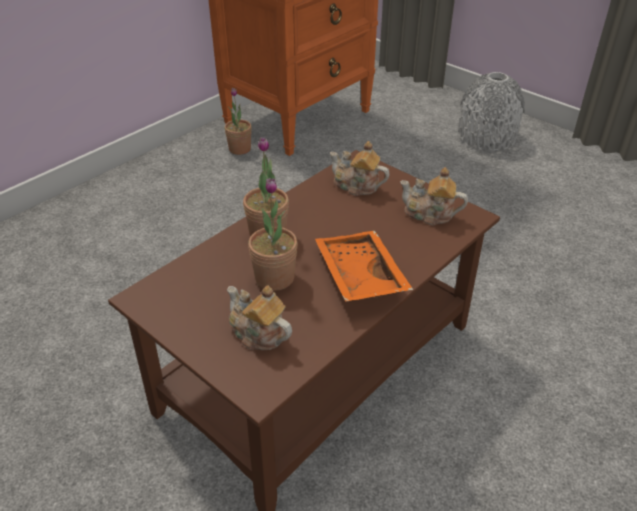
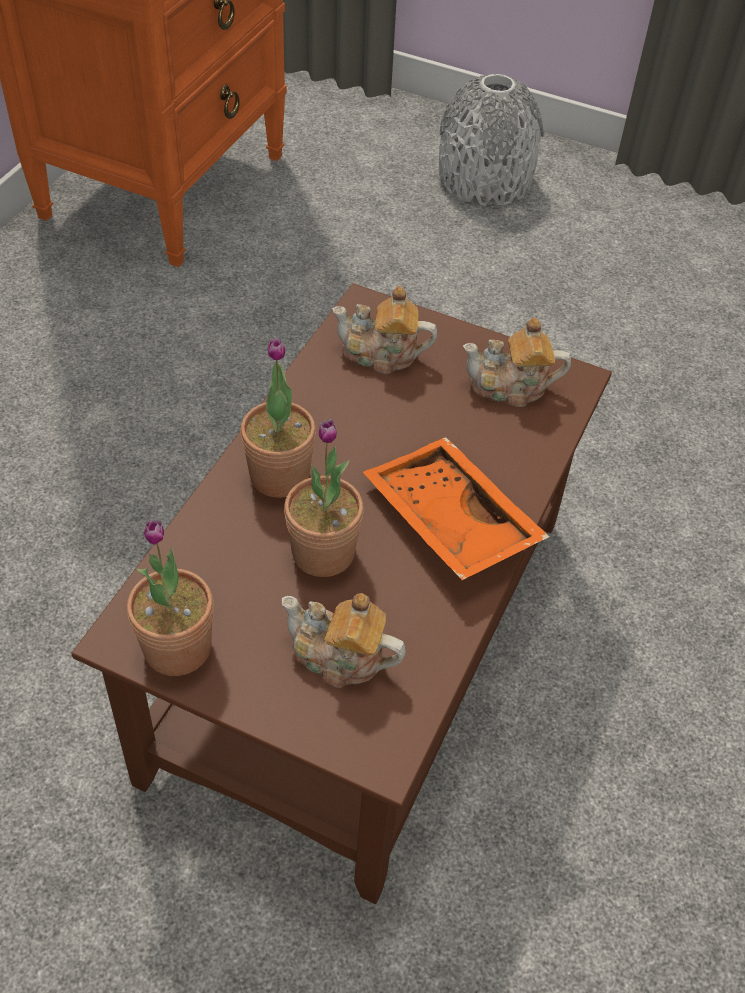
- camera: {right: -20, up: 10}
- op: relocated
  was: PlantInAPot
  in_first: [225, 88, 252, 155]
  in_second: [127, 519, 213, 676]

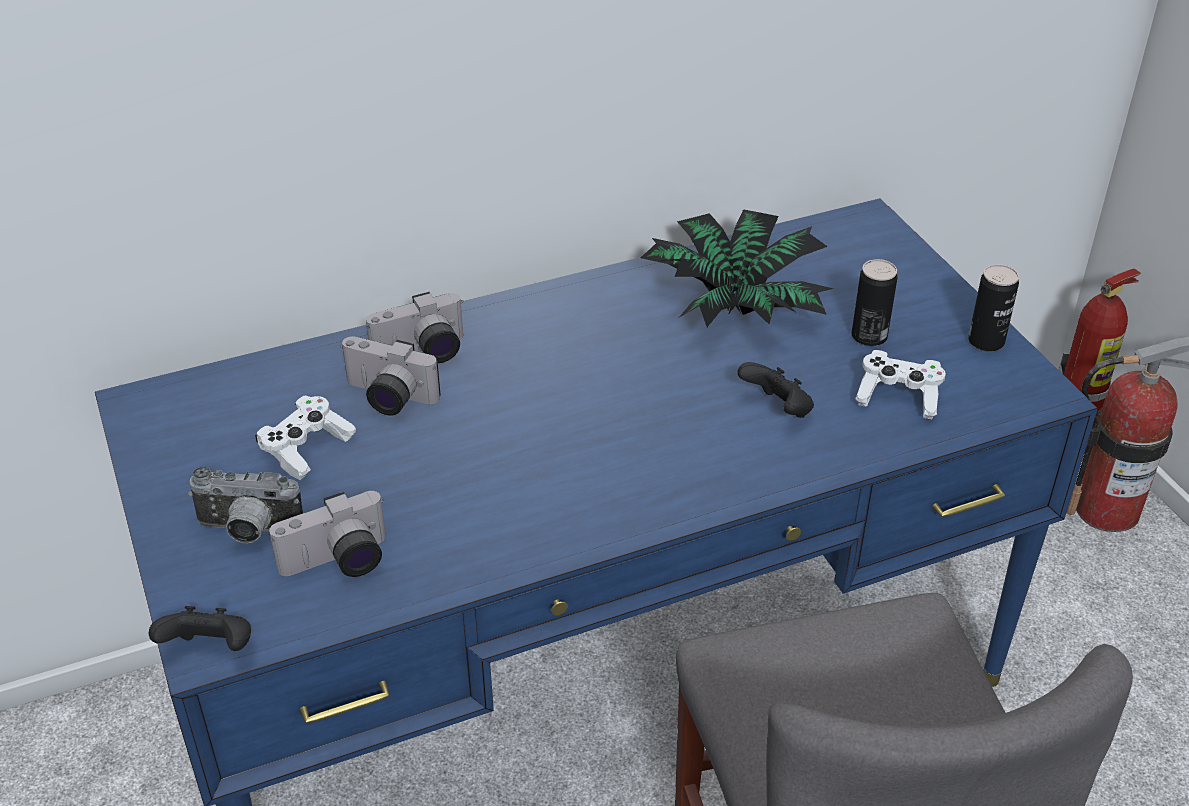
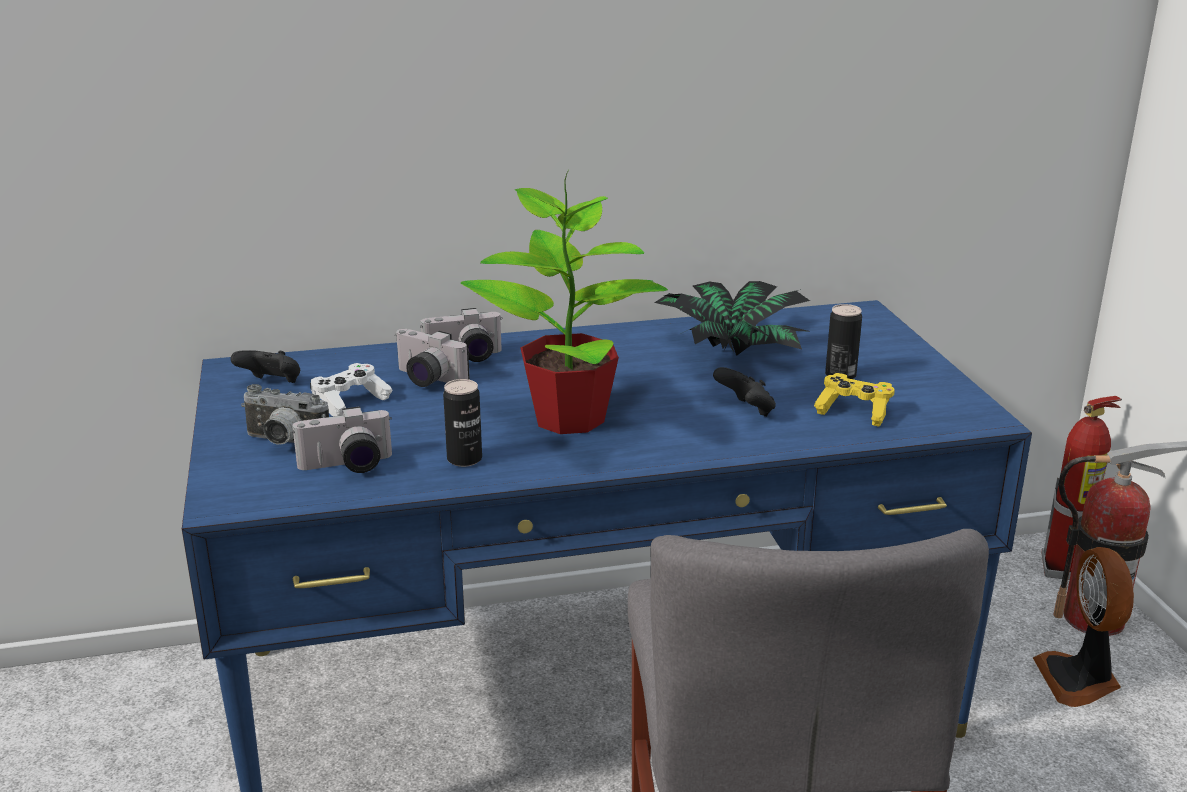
- camera: {right: 10, up: -15}
- op: relocated
  was: BlackJoypad
  in_first: [149, 606, 251, 651]
  in_second: [230, 350, 300, 383]
- op: colour
  was: WhitishJoypad
  now: YellowColouredJoypad
  in_first: [855, 350, 946, 419]
  in_second: [814, 373, 895, 427]
- op: relocated
  was: MetalCan
  in_first: [968, 264, 1019, 352]
  in_second: [443, 379, 482, 467]
- op: appeared
  now: PlantInAPot
  in_second: [461, 170, 668, 434]
- op: appeared
  now: Fan
  in_second: [1033, 547, 1134, 707]

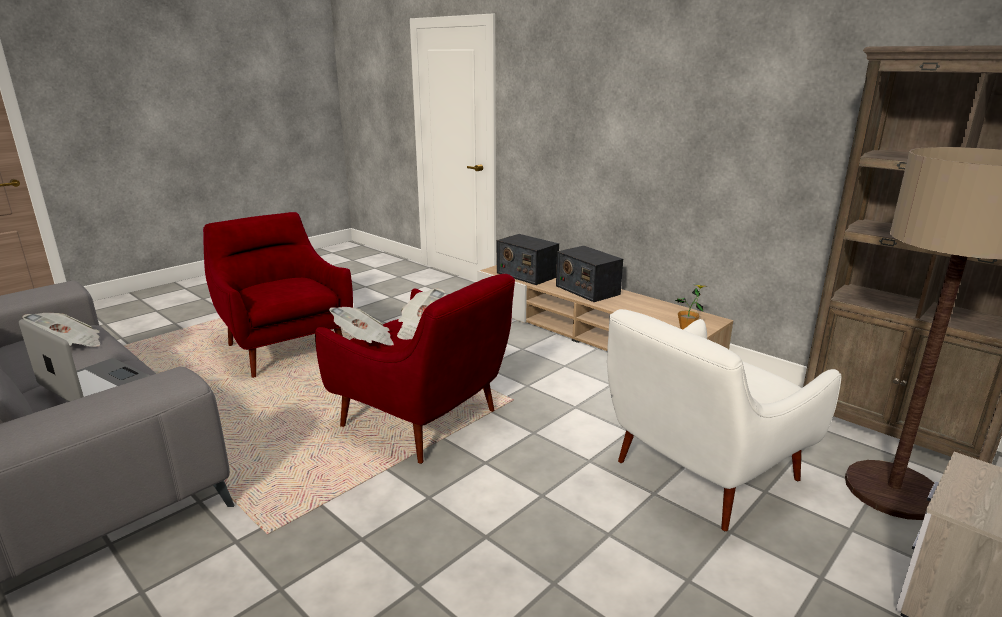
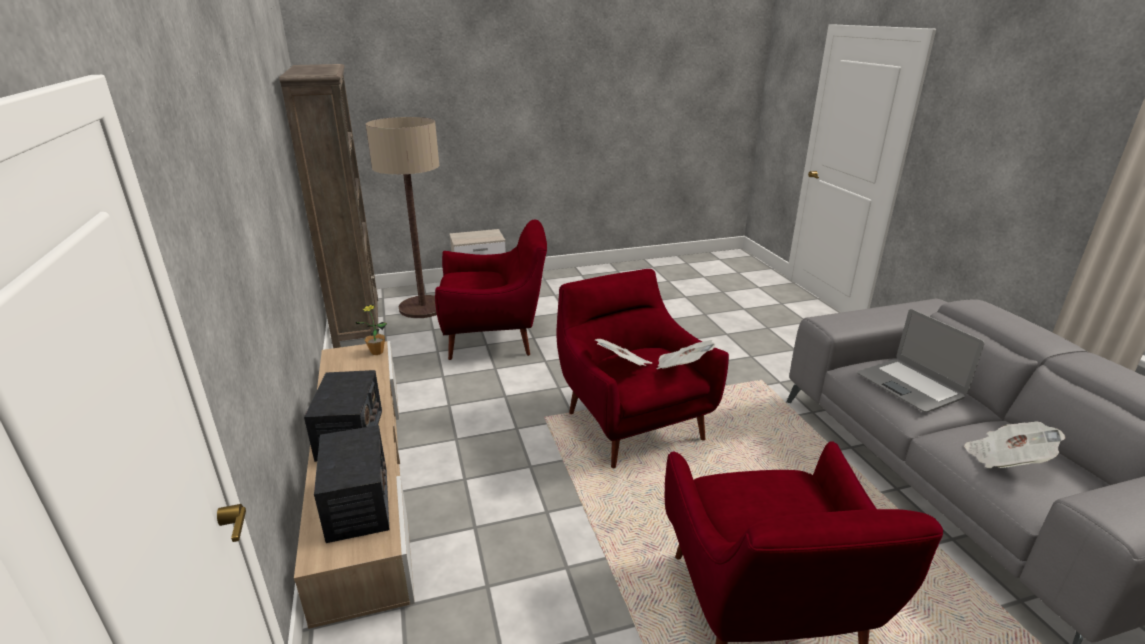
- camera: {right: -150, up: 5}
- op: colour
  was: WhitishLoungeChair
  now: ReddishLoungeChair
  in_first: [607, 309, 841, 531]
  in_second: [435, 220, 547, 360]

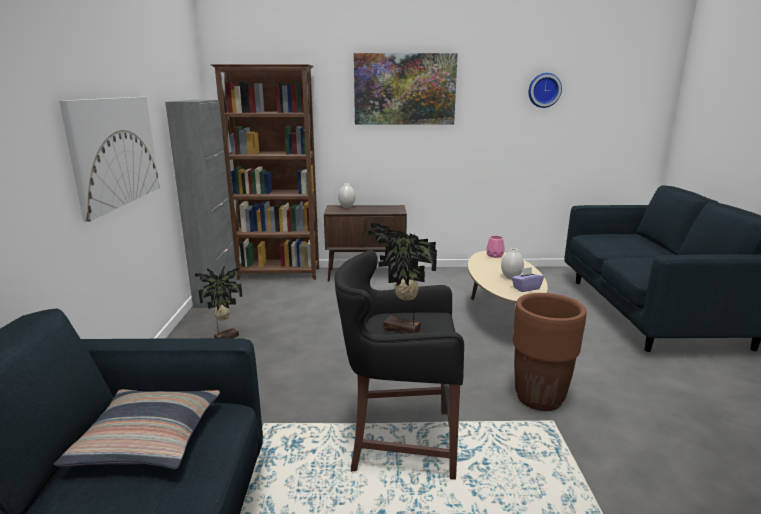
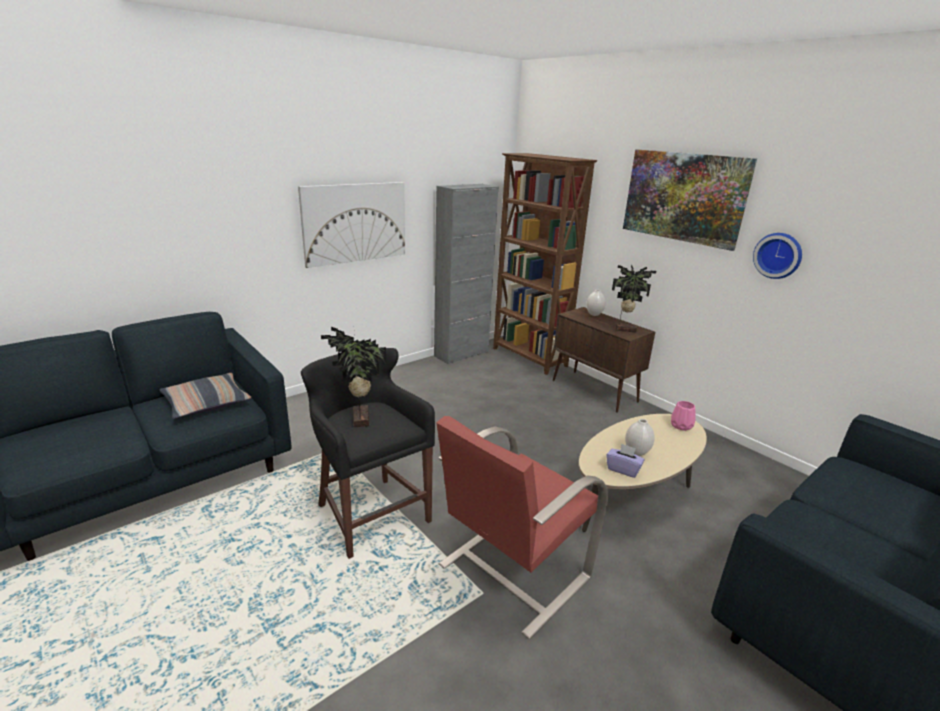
- camera: {right: 50, up: 5}
- op: relocated
  was: PlantInAPot
  in_first: [195, 266, 243, 338]
  in_second: [612, 265, 656, 332]
- op: exchanged
  was: BrownPlanter
  now: ReddishLoungeChair
  in_first: [513, 293, 586, 411]
  in_second: [436, 416, 608, 639]
- op: relocated
  was: HangingClock
  in_first: [528, 73, 562, 108]
  in_second: [753, 233, 802, 279]

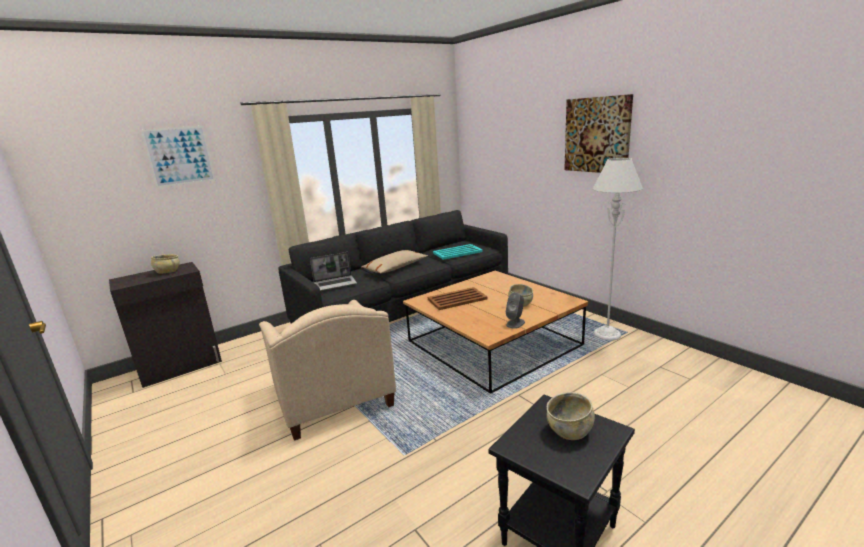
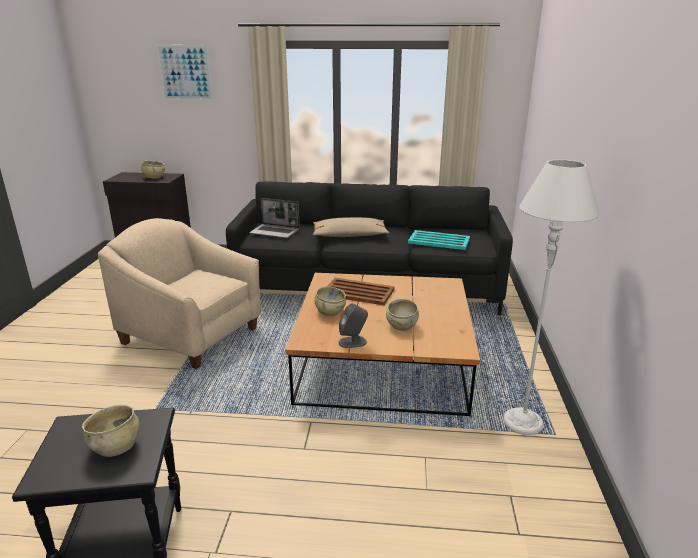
- camera: {right: 40, up: 5}
- op: spun
  was: BeigeLoungeChair
  in_first: [259, 300, 396, 441]
  in_second: [98, 218, 261, 369]
  clockwise: 105
- op: missing
  was: WallPicture
  in_first: [564, 94, 633, 173]
- op: appeared
  now: BeigeDeepDish
  in_second: [314, 286, 346, 316]

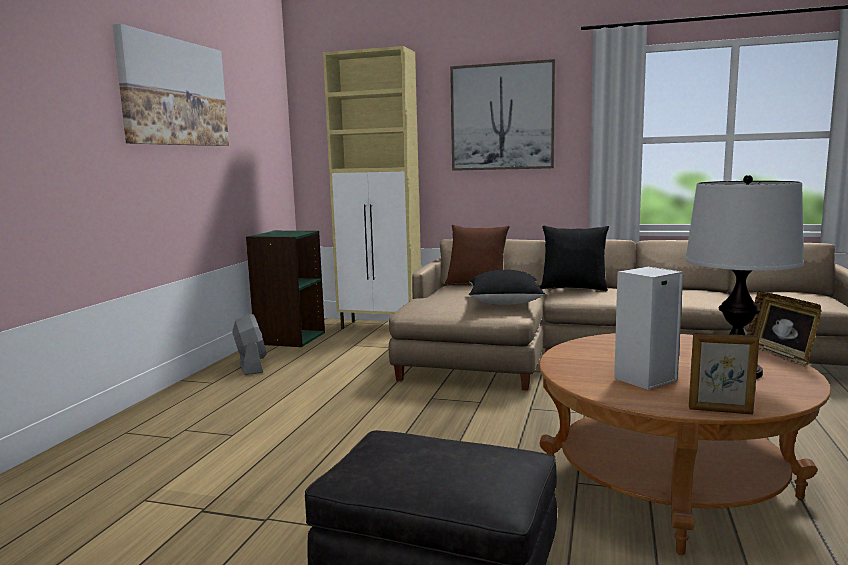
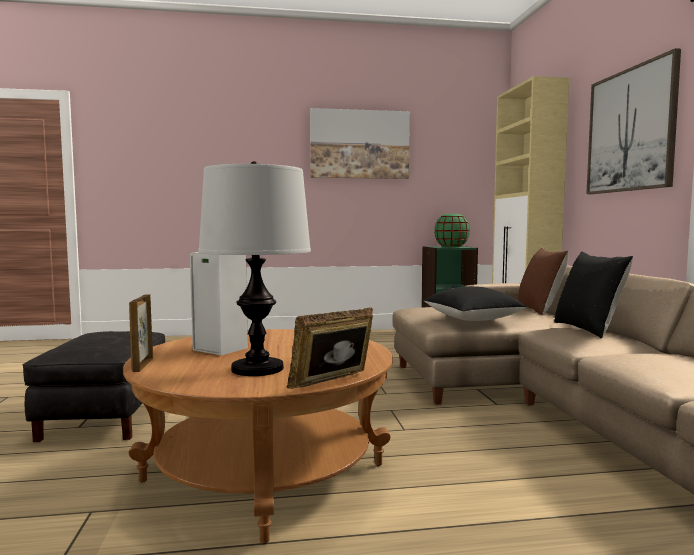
- camera: {right: 65, up: -5}
- op: missing
  was: GreyishFan
  in_first: [232, 313, 267, 375]
- op: appeared
  now: GreenVase
  in_second: [434, 214, 470, 247]

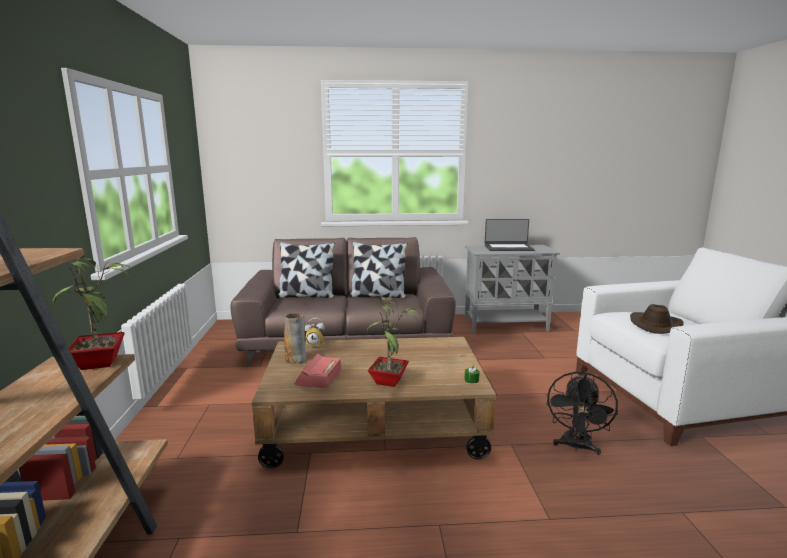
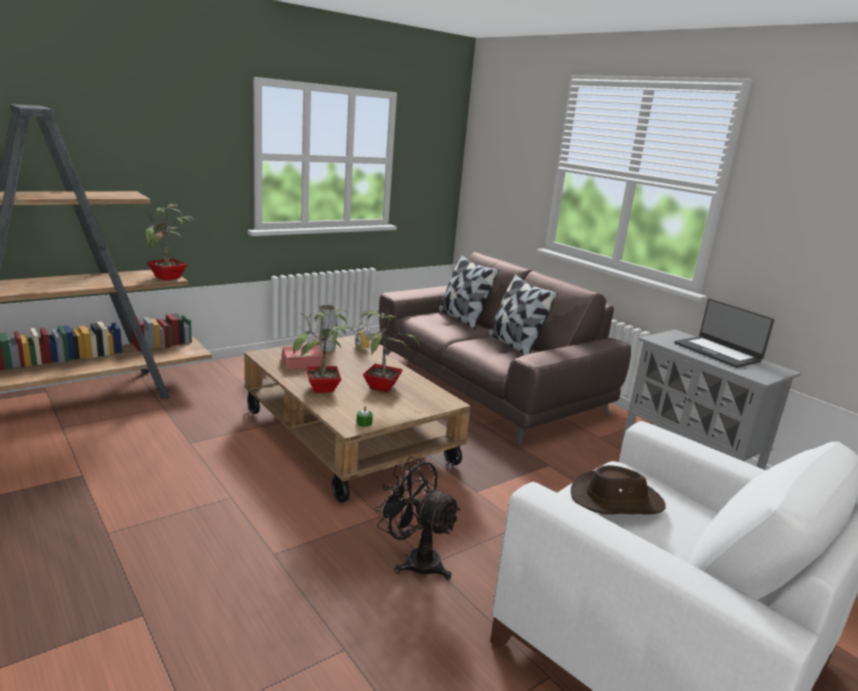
- camera: {right: 55, up: 5}
- op: spun
  was: BlackFan
  in_first: [547, 372, 618, 455]
  in_second: [375, 457, 461, 580]
  clockwise: 45
- op: appeared
  now: PlantInAPot
  in_second: [362, 308, 420, 392]

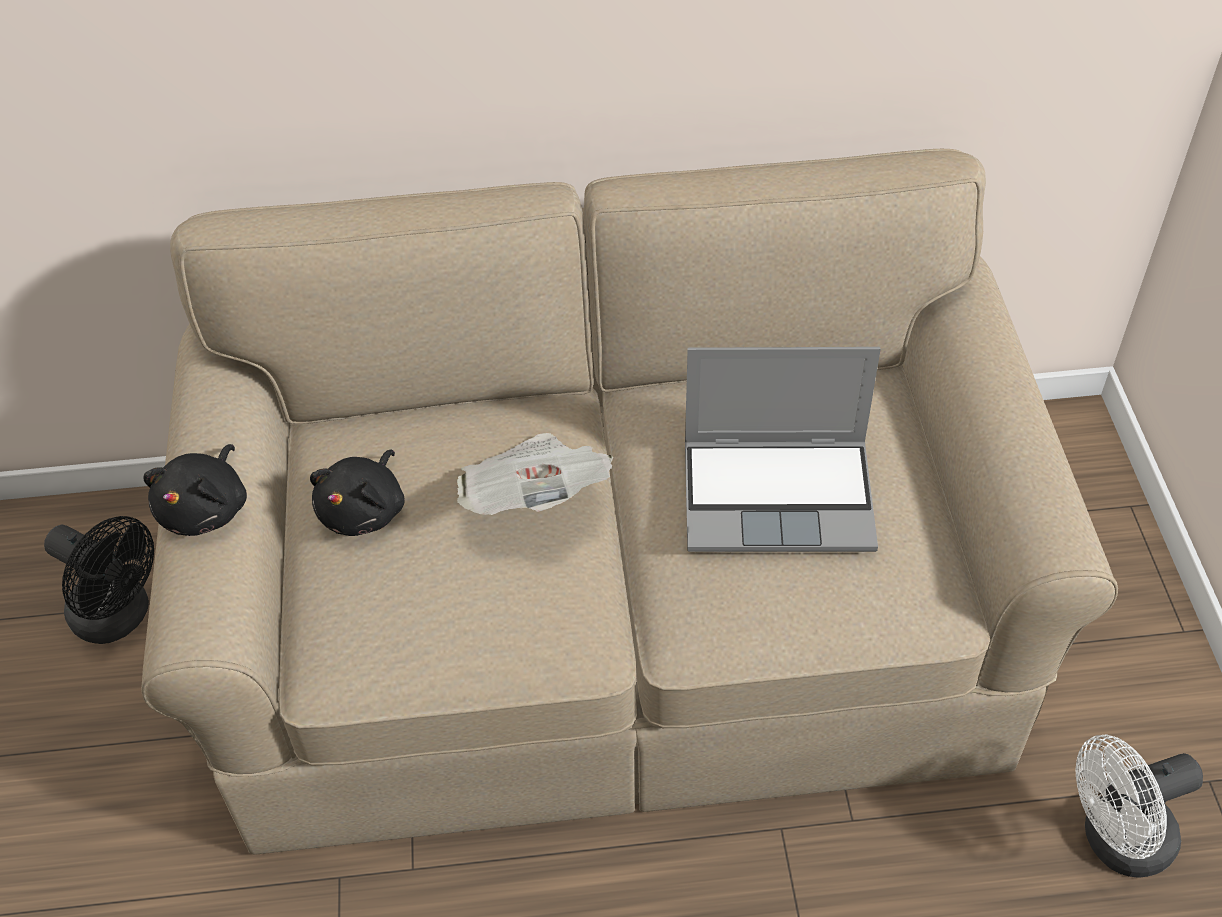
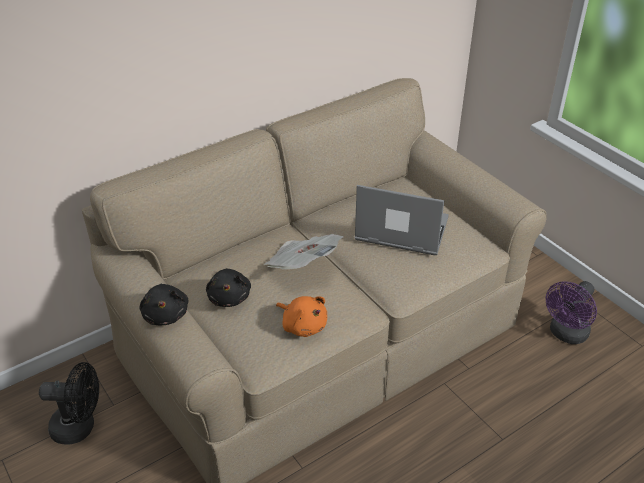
- camera: {right: -30, up: -10}
- op: spun
  was: PortableComputer
  in_first: [685, 347, 881, 552]
  in_second: [354, 185, 449, 255]
  clockwise: -135
- op: colour
  was: WhitishFan
  now: PurpleFan
  in_first: [1075, 734, 1203, 878]
  in_second: [546, 281, 597, 344]
- op: appeared
  now: OrangeySoftToy
  in_second: [276, 296, 327, 337]

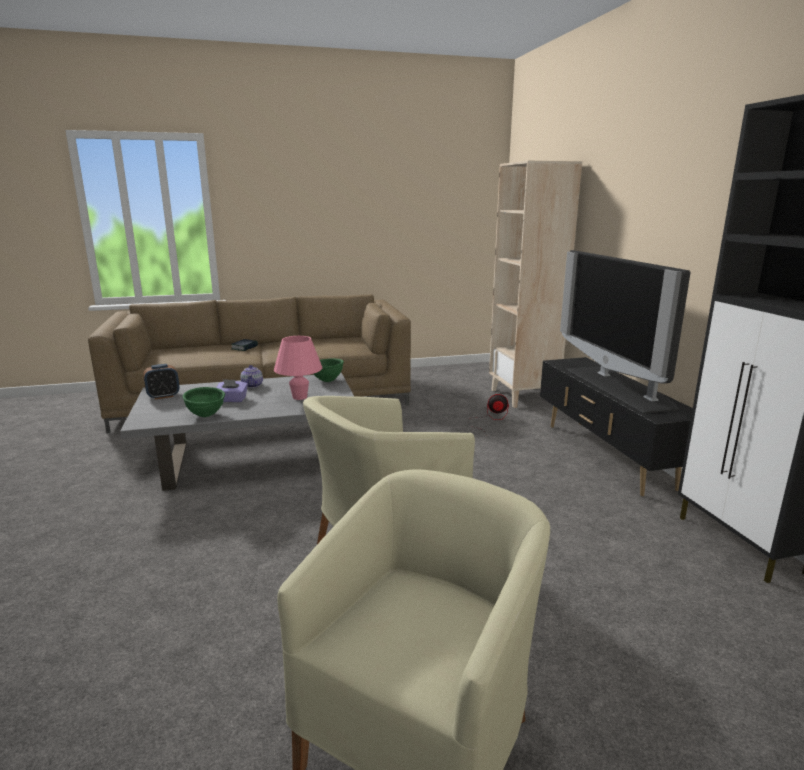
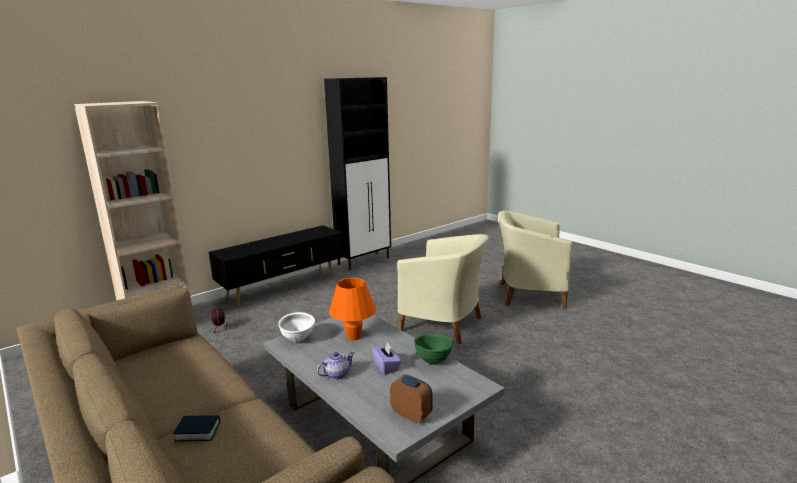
- camera: {right: -115, up: 0}
- op: colour
  was: PinkColouredTableLamp
  now: OrangeyTableLamp
  in_first: [274, 336, 322, 400]
  in_second: [329, 278, 376, 341]
- op: colour
  was: GreenDeepDish
  now: WhitishDeepDish
  in_first: [314, 359, 344, 382]
  in_second: [279, 312, 315, 342]
- op: missing
  was: Television
  in_first: [560, 250, 691, 414]

